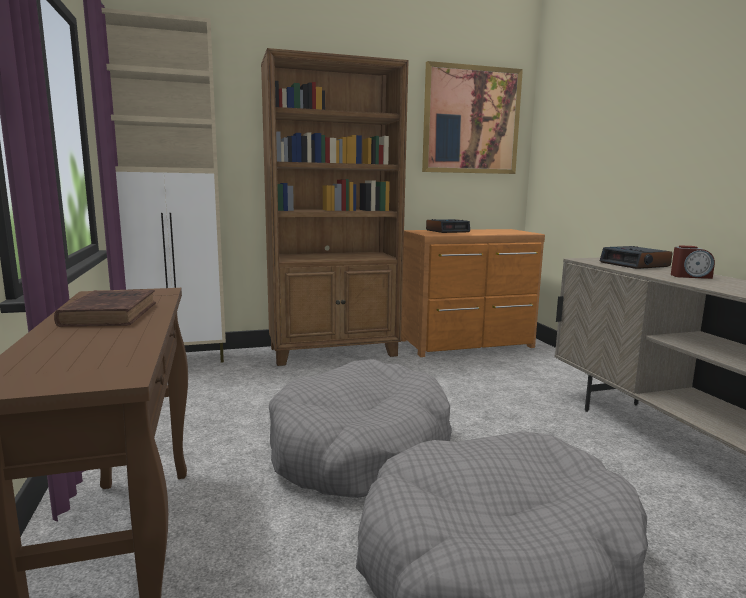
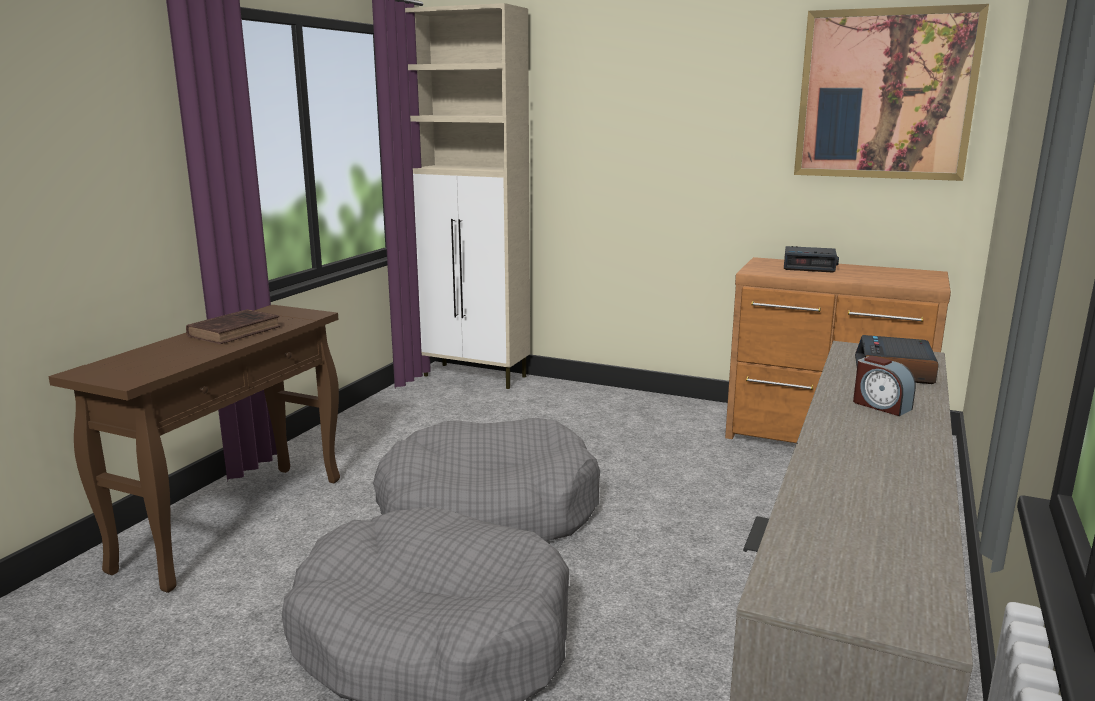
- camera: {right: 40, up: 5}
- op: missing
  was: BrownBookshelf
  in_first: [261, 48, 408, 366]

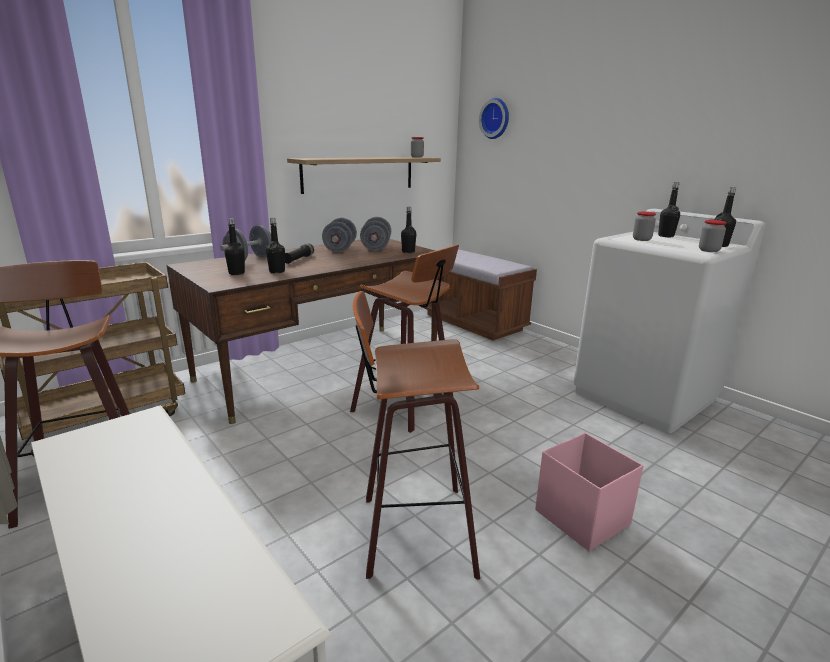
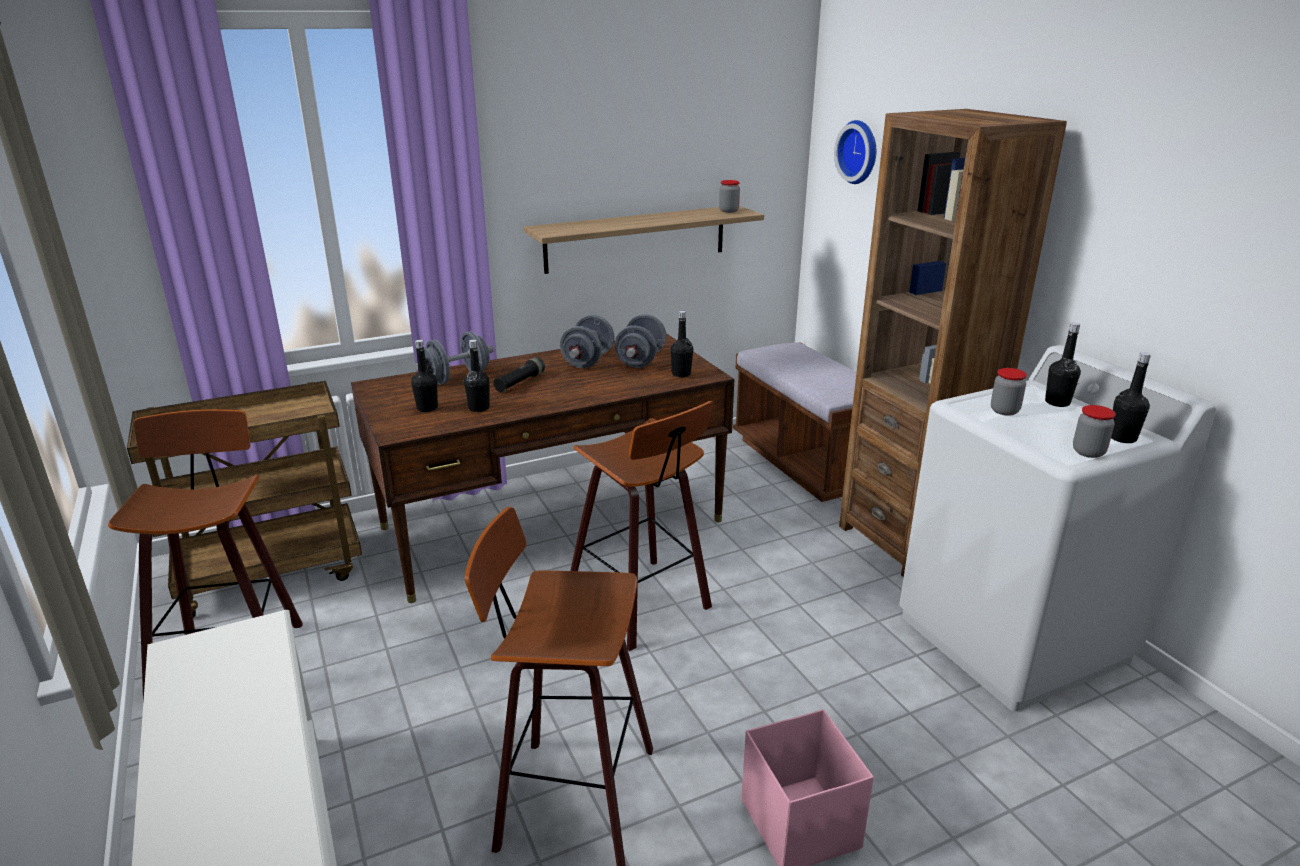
- camera: {right: 15, up: 5}
- op: appeared
  now: BrownBookshelf
  in_second: [839, 109, 1067, 578]

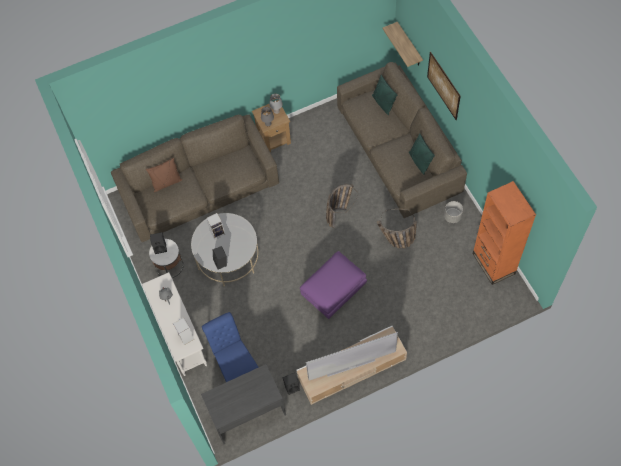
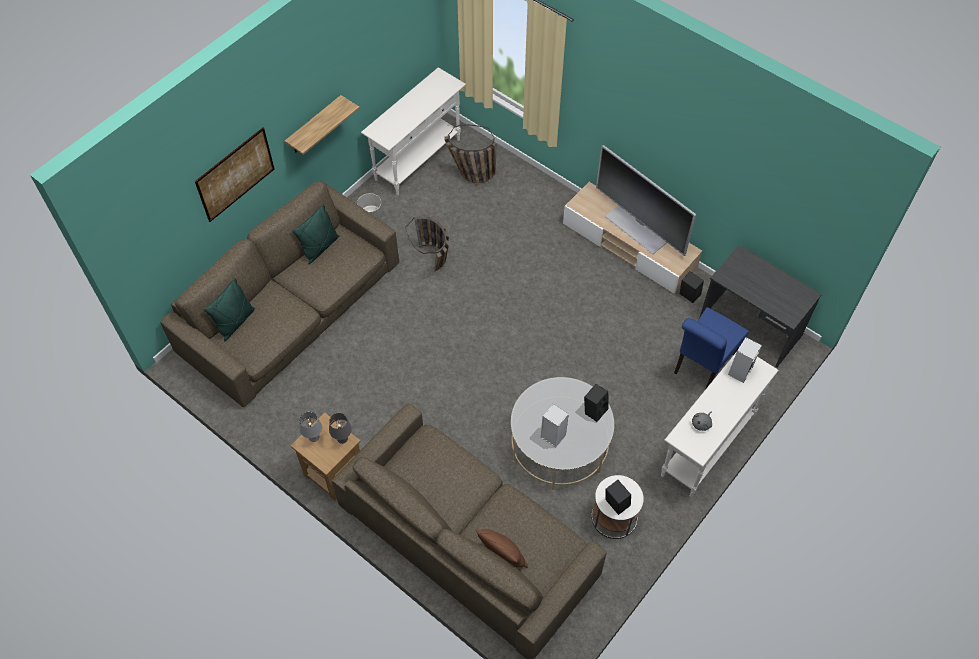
- camera: {right: -120, up: -5}
- op: missing
  was: PurpleOttoman
  in_first: [300, 251, 367, 319]
- op: relocated
  was: Basket
  in_first: [326, 184, 358, 228]
  in_second: [444, 124, 496, 183]
- op: relocated
  was: BracketShelf
  in_first: [383, 22, 423, 67]
  in_second: [285, 95, 359, 155]
- op: exchanged
  was: OrangeyBookshelf
  now: WhitishConsoleTable
  in_first: [473, 181, 536, 285]
  in_second: [361, 67, 466, 195]

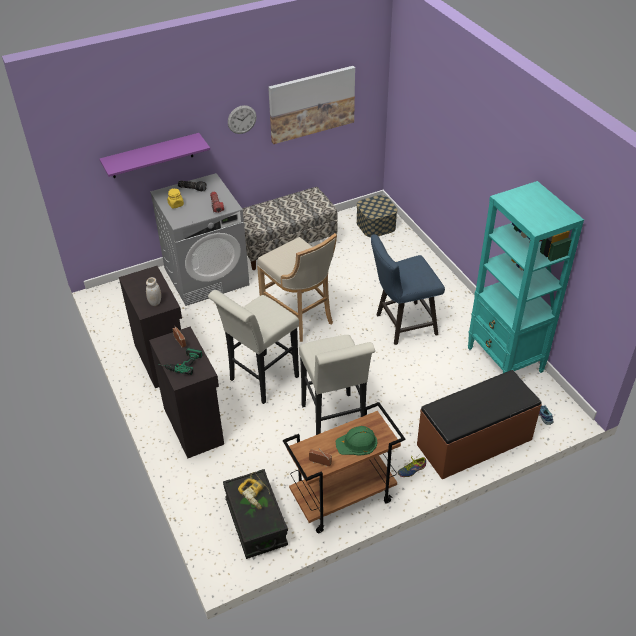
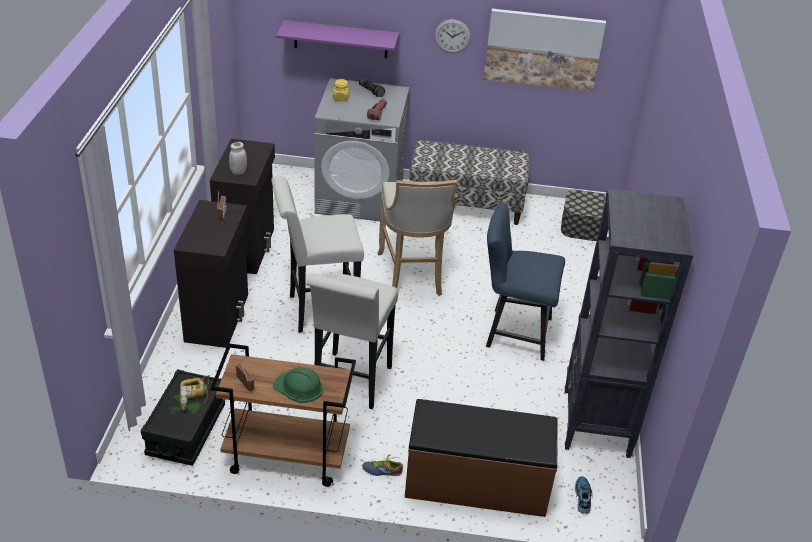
- camera: {right: 30, up: -5}
- op: missing
  was: ElectricDrill
  in_first: [158, 348, 202, 375]
- op: colour
  was: TurquoiseBookshelf
  now: BlackBookshelf
  in_first: [468, 181, 584, 373]
  in_second: [565, 189, 693, 458]

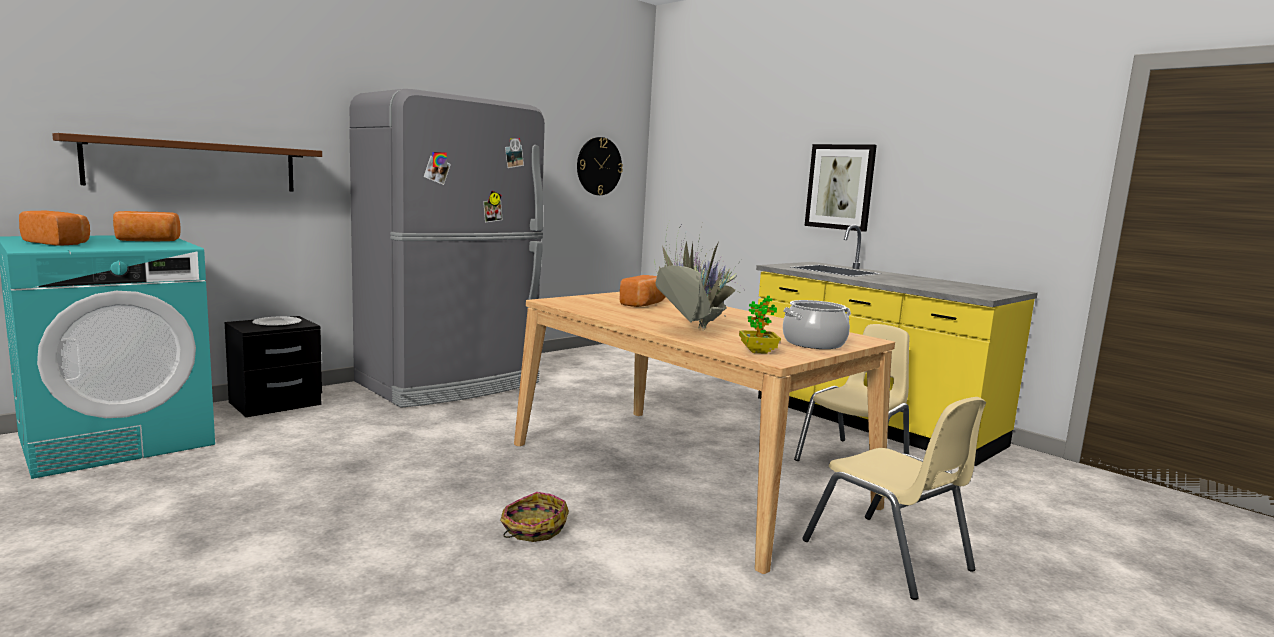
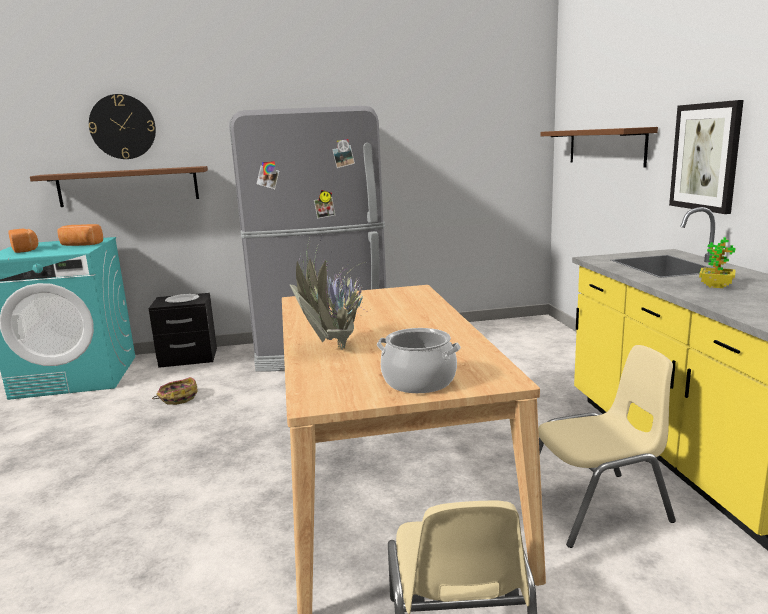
- camera: {right: 35, up: 5}
- op: relocated
  was: Basket
  in_first: [500, 492, 569, 542]
  in_second: [152, 377, 198, 405]
- op: relocated
  was: HangingClock
  in_first: [577, 137, 623, 195]
  in_second: [89, 94, 156, 159]
- op: missing
  was: BakedBread
  in_first: [620, 275, 665, 307]
- op: relocated
  was: PlantInAPot
  in_first: [739, 295, 781, 354]
  in_second: [699, 237, 736, 288]
- op: appeared
  now: BrownBracketShelf
  in_second: [540, 127, 658, 167]

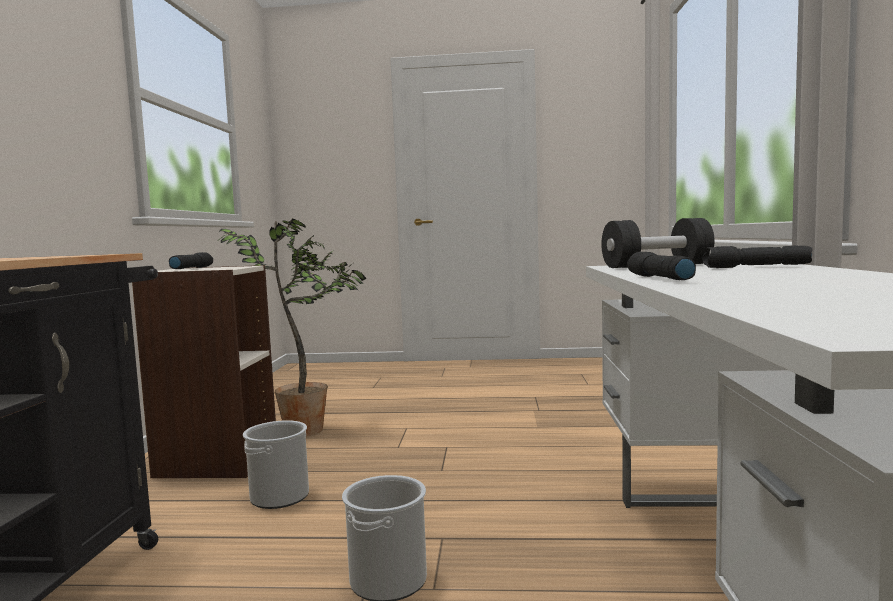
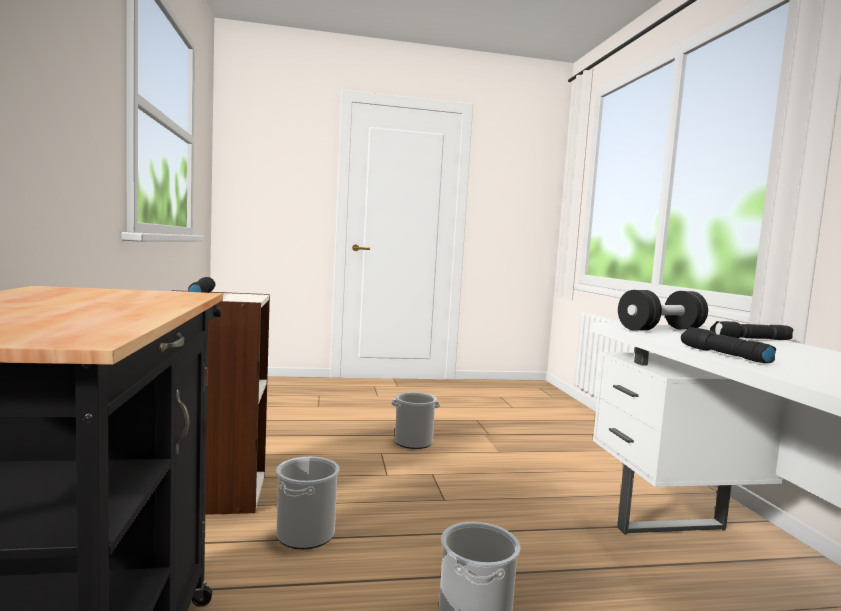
- camera: {right: -15, up: 0}
- op: missing
  was: PlantInAPot
  in_first: [217, 218, 367, 436]
- op: appeared
  now: Pail
  in_second: [392, 392, 440, 449]

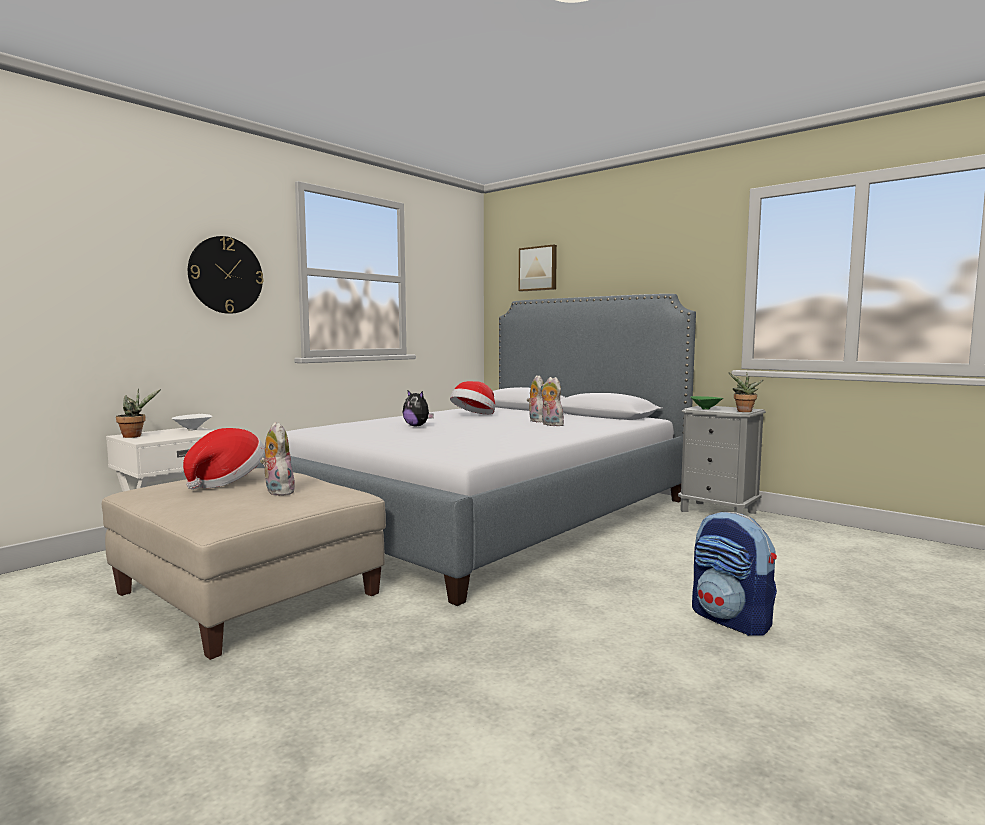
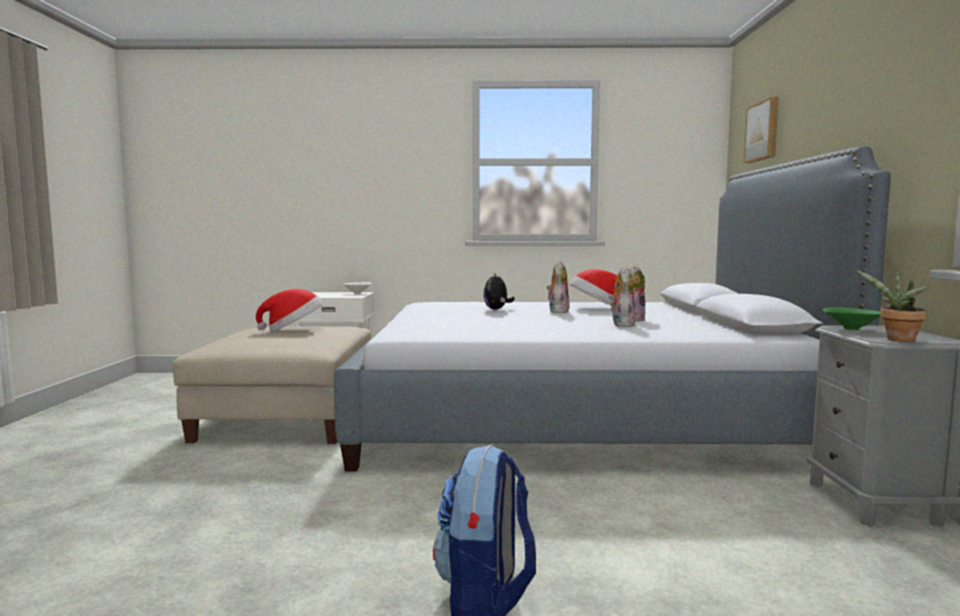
- camera: {right: 50, up: 0}
- op: missing
  was: PlantInAPot
  in_first: [116, 389, 161, 438]
- op: missing
  was: HangingClock
  in_first: [188, 236, 264, 314]
- op: relocated
  was: SoftToy
  in_first: [260, 422, 295, 496]
  in_second: [547, 261, 570, 313]

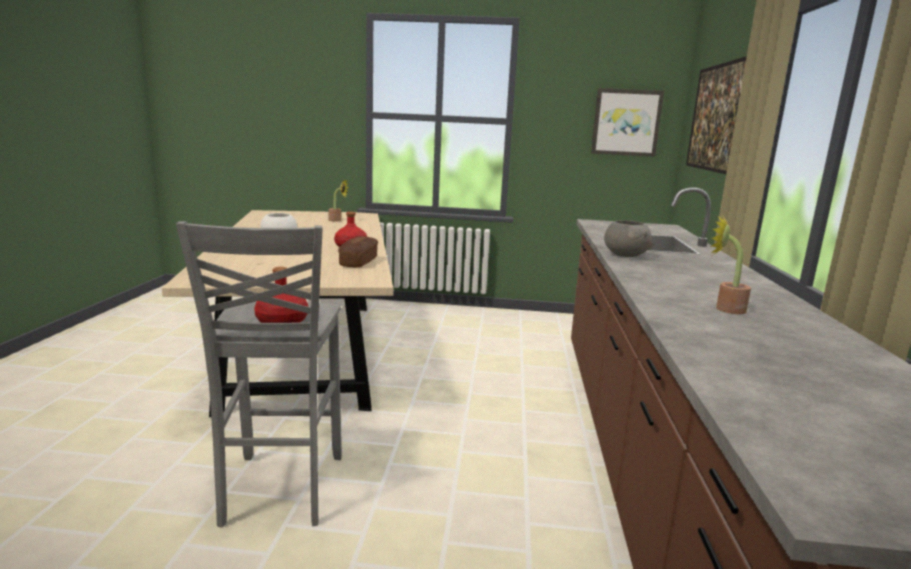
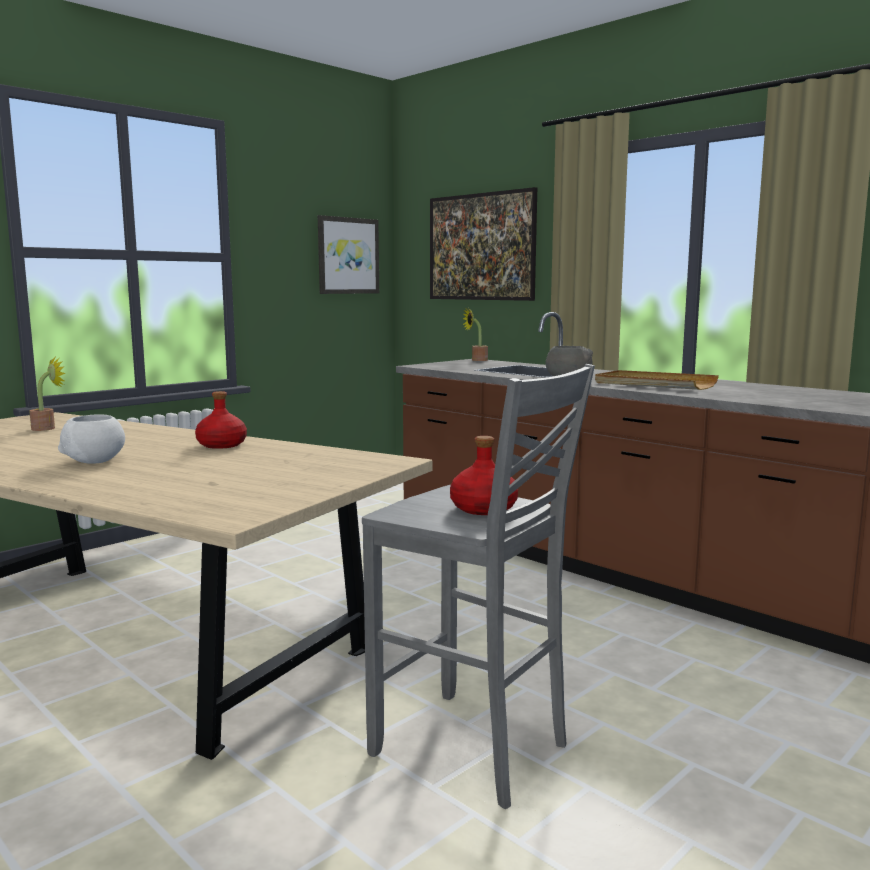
- camera: {right: -50, up: -5}
- op: missing
  was: BakedBread
  in_first: [338, 236, 378, 267]
- op: relocated
  was: PlantInAPot
  in_first: [711, 214, 751, 314]
  in_second: [463, 308, 488, 361]
- op: appeared
  now: BeigeServingTray
  in_second: [595, 370, 719, 390]

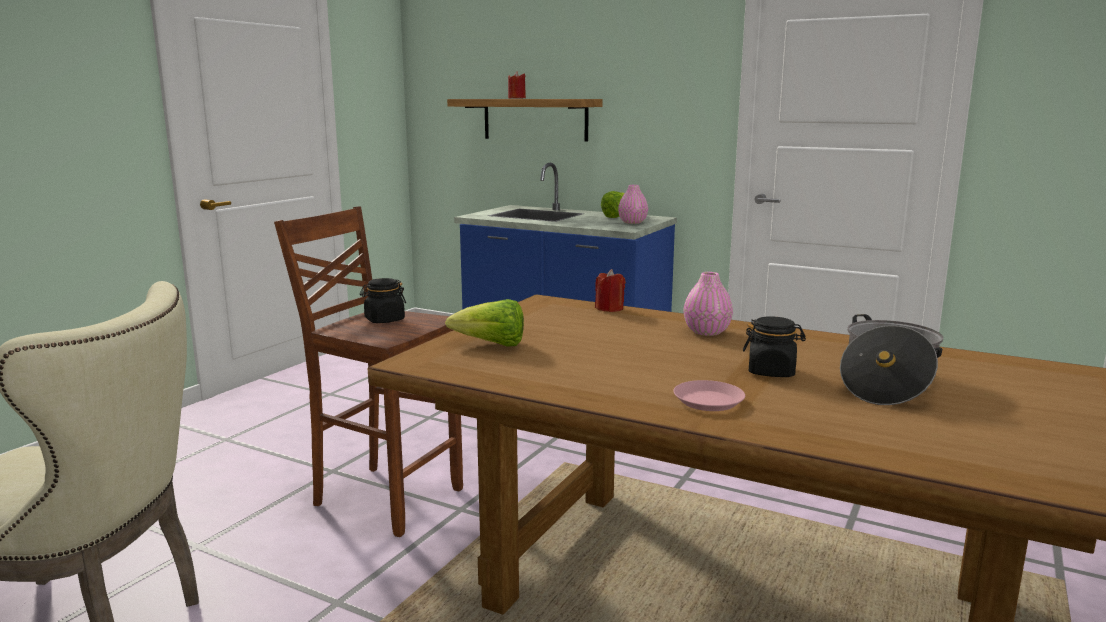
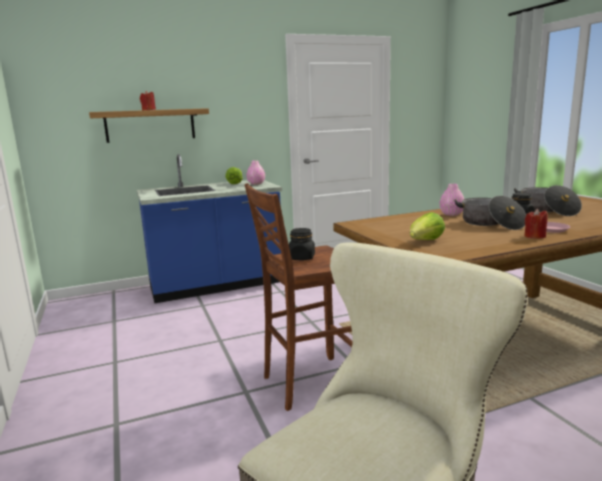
- camera: {right: -50, up: 0}
- op: relocated
  was: ReddishWaxCandle
  in_first: [595, 269, 626, 312]
  in_second: [524, 209, 548, 239]
- op: appeared
  now: CookingPot
  in_second: [454, 196, 526, 230]

